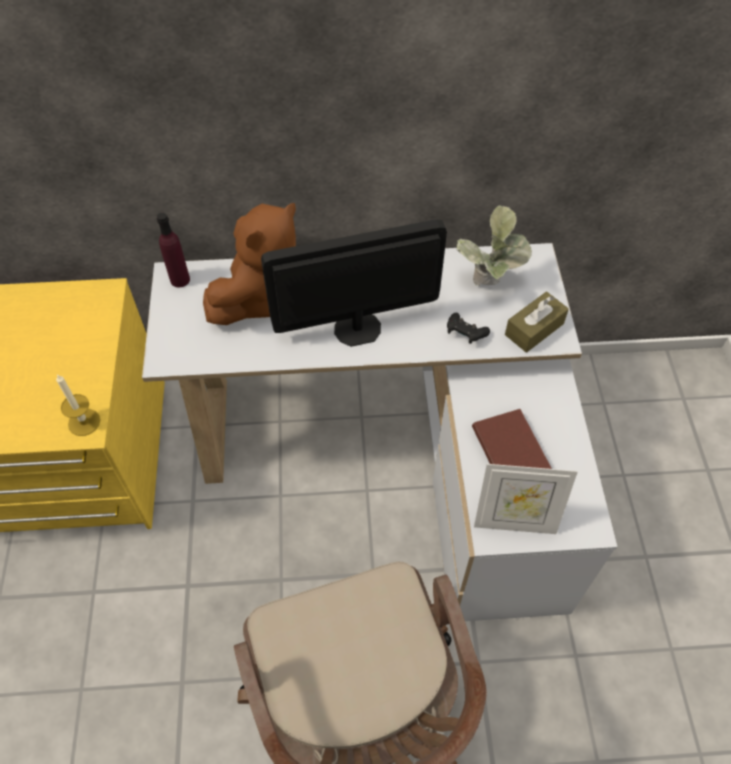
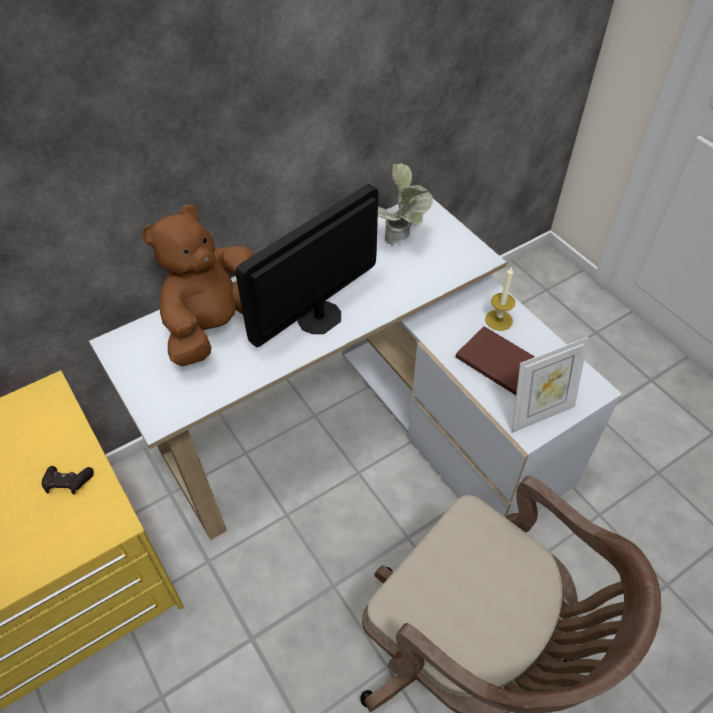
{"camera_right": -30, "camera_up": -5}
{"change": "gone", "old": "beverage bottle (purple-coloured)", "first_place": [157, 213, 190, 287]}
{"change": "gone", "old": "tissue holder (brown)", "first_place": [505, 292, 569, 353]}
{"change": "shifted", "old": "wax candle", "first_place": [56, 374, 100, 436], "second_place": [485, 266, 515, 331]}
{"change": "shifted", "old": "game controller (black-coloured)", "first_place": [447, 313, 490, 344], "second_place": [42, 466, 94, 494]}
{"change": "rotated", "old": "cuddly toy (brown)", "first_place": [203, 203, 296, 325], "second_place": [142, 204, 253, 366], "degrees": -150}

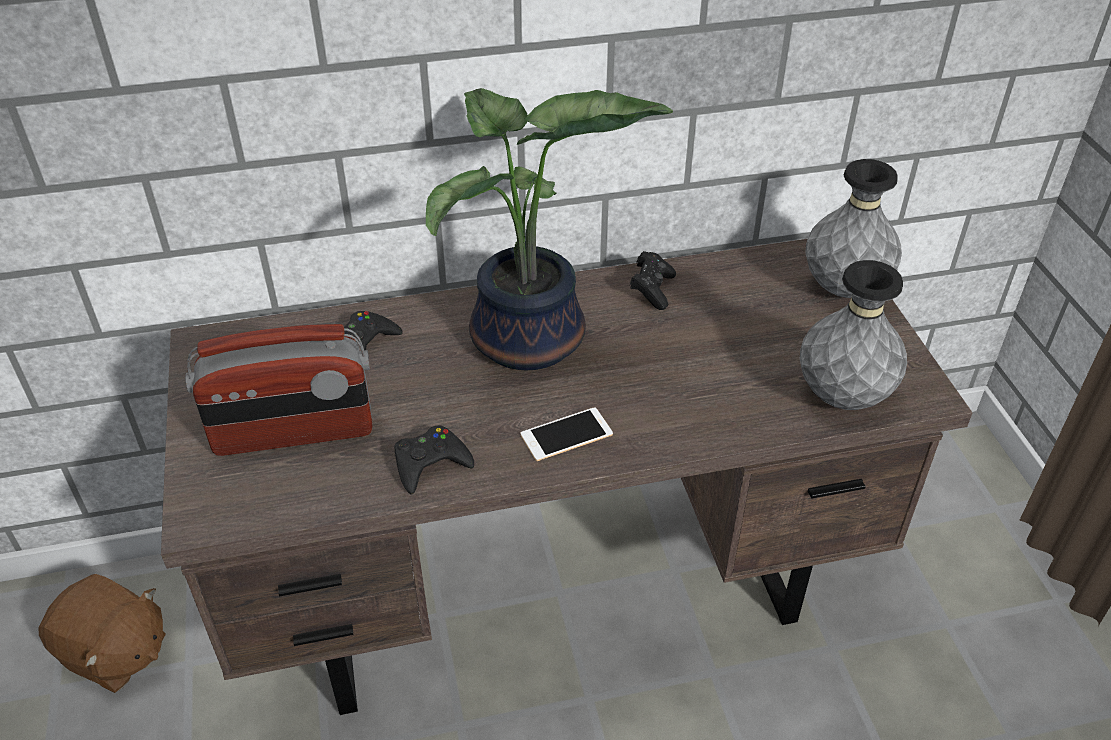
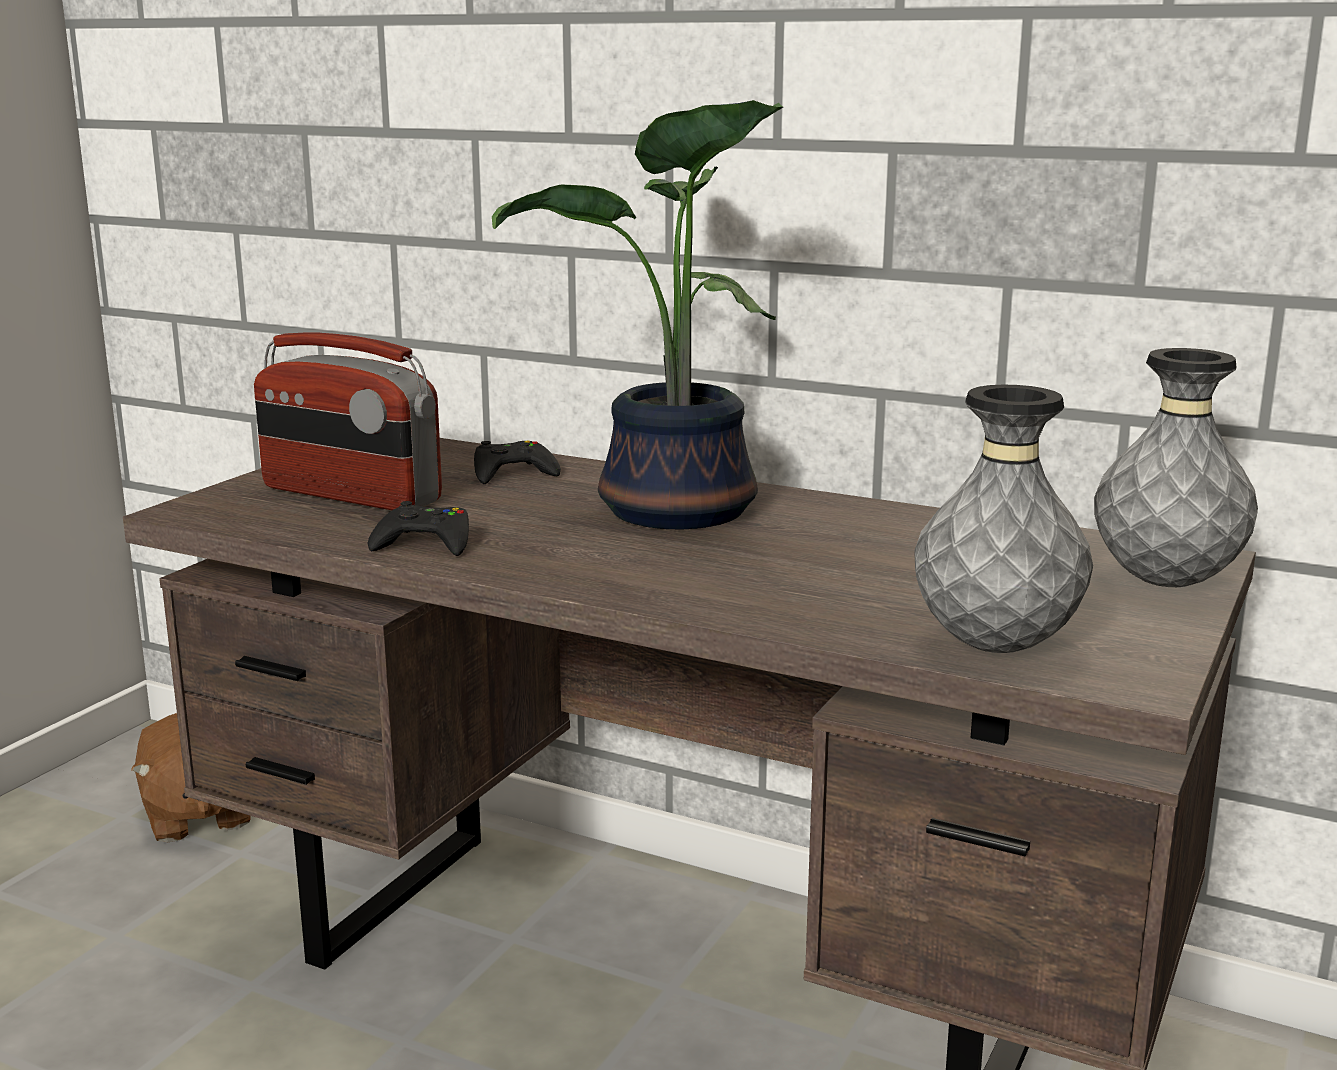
{"camera_right": 40, "camera_up": -25}
{"change": "gone", "old": "handset", "first_place": [521, 407, 613, 461]}
{"change": "gone", "old": "game controller (black-coloured)", "first_place": [630, 251, 676, 310]}

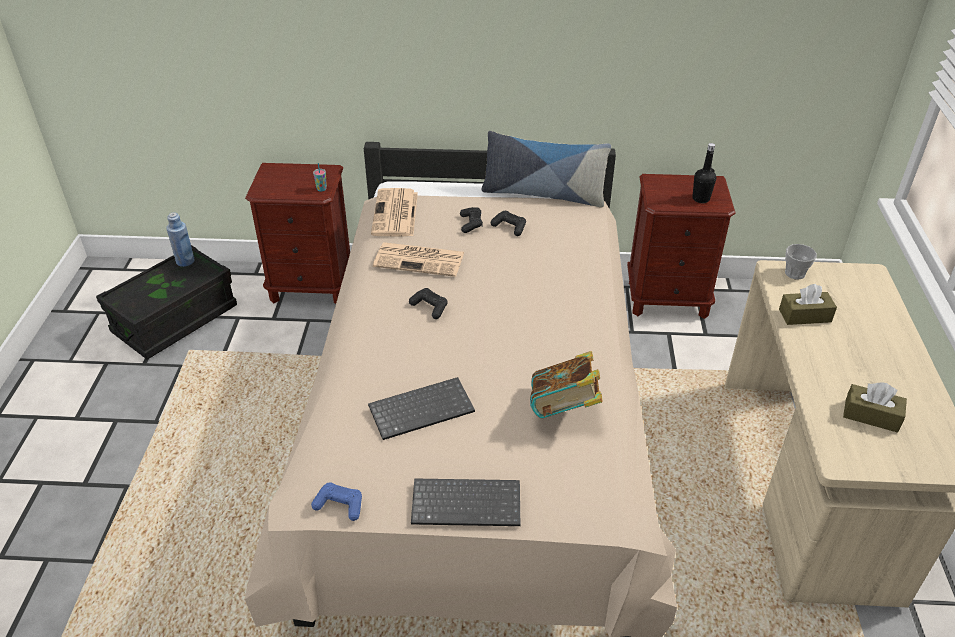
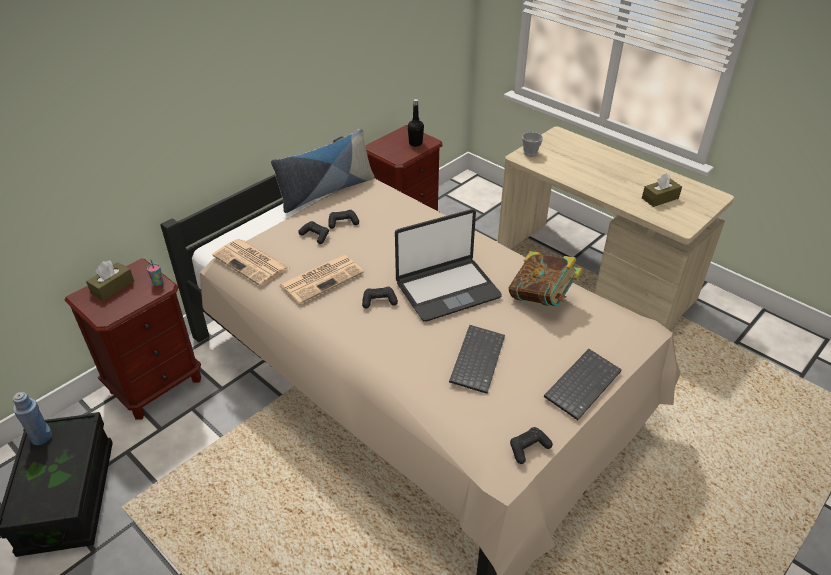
{"camera_right": -50, "camera_up": 0}
{"change": "new", "new": "portable computer", "second_place": [395, 209, 502, 322]}
{"change": "shifted", "old": "tissue holder (brown)", "first_place": [779, 284, 837, 325], "second_place": [86, 261, 134, 301]}
{"change": "repainted", "old": "game controller (blue)", "new": "game controller (black-coloured)", "first_place": [311, 482, 362, 521], "second_place": [510, 427, 553, 464]}

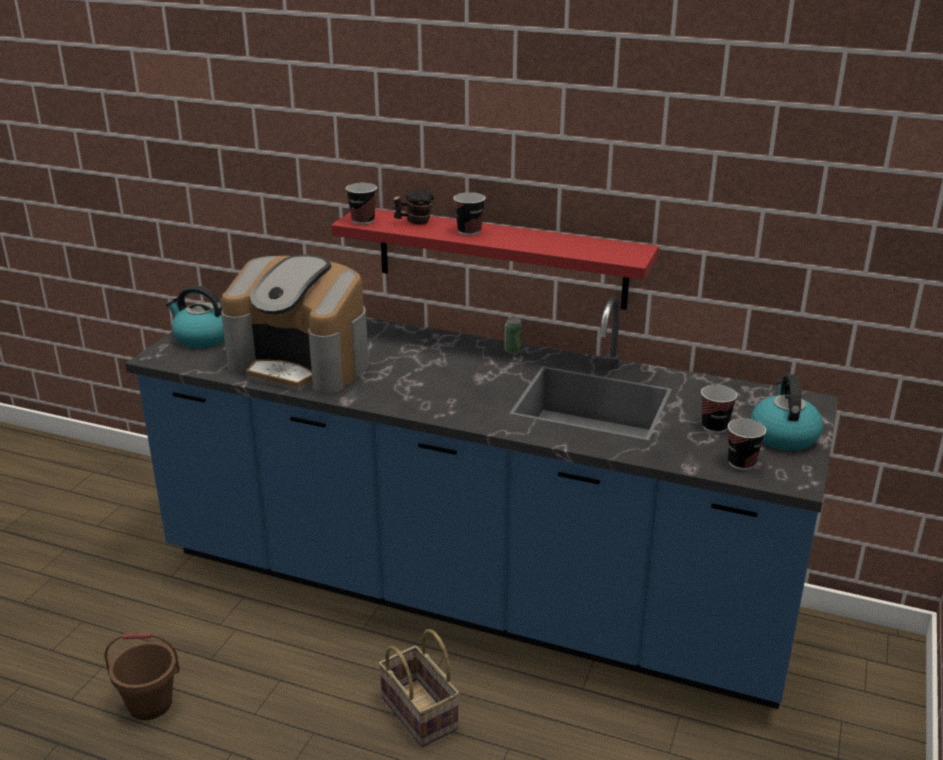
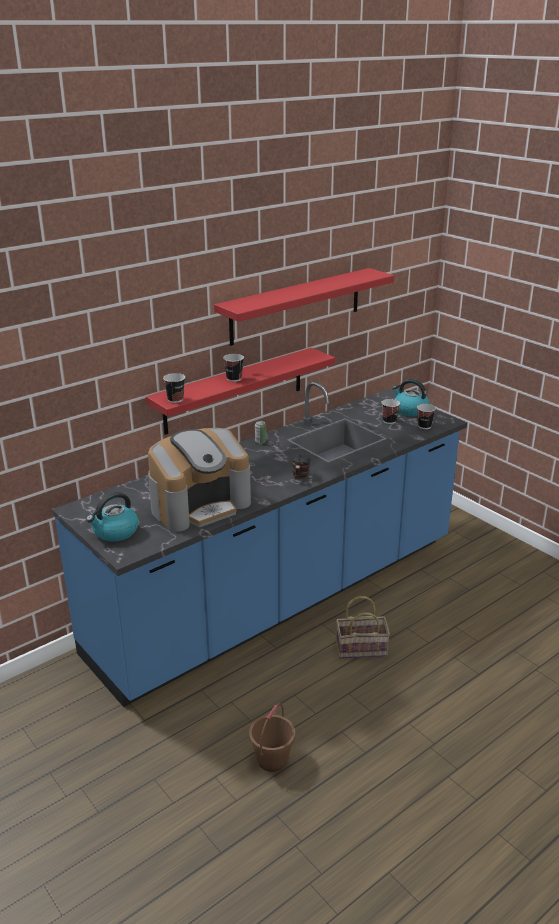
{"camera_right": -60, "camera_up": 0}
{"change": "new", "new": "shelf (red-coloured)", "second_place": [214, 268, 394, 346]}
{"change": "shifted", "old": "mug", "first_place": [393, 188, 434, 225], "second_place": [292, 454, 311, 480]}

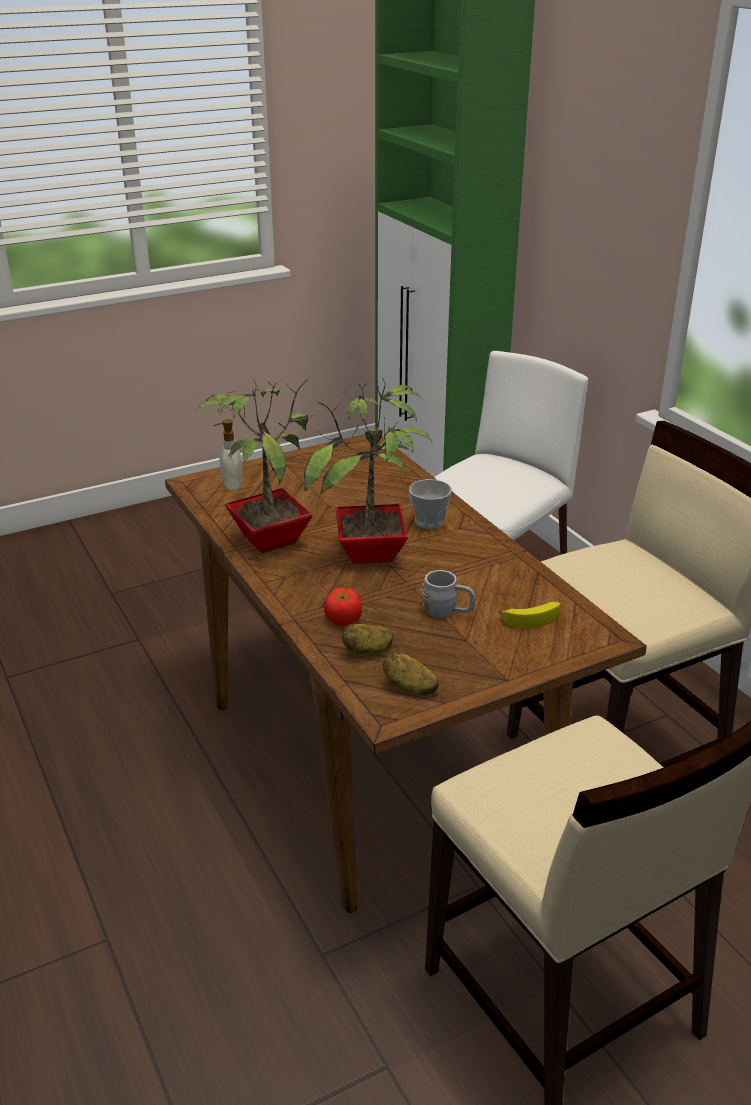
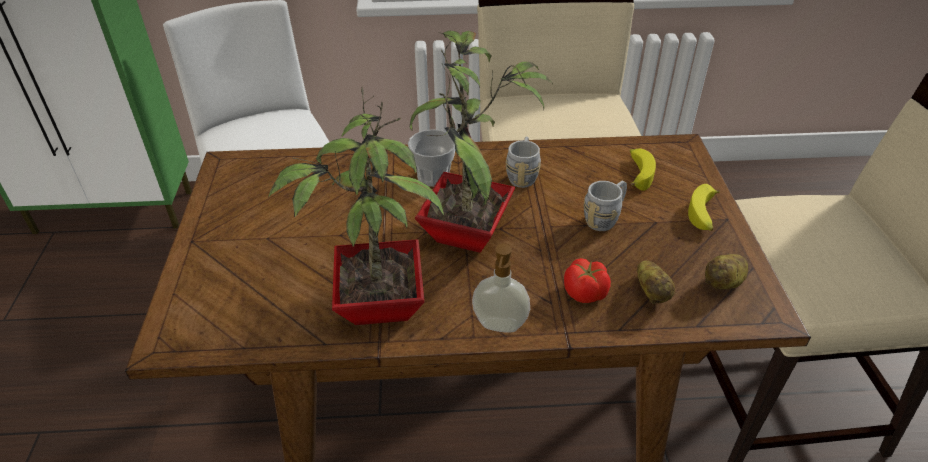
{"camera_right": -65, "camera_up": 10}
{"change": "new", "new": "mug (gray)", "second_place": [506, 137, 541, 188]}
{"change": "new", "new": "whole banana", "second_place": [688, 184, 720, 231]}
{"change": "shifted", "old": "soap dispenser", "first_place": [214, 419, 243, 490], "second_place": [472, 244, 530, 333]}

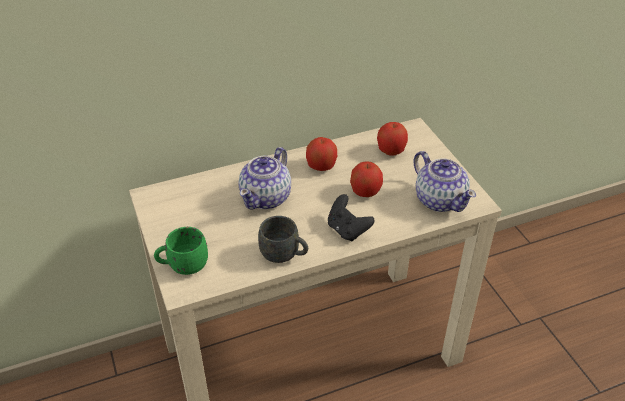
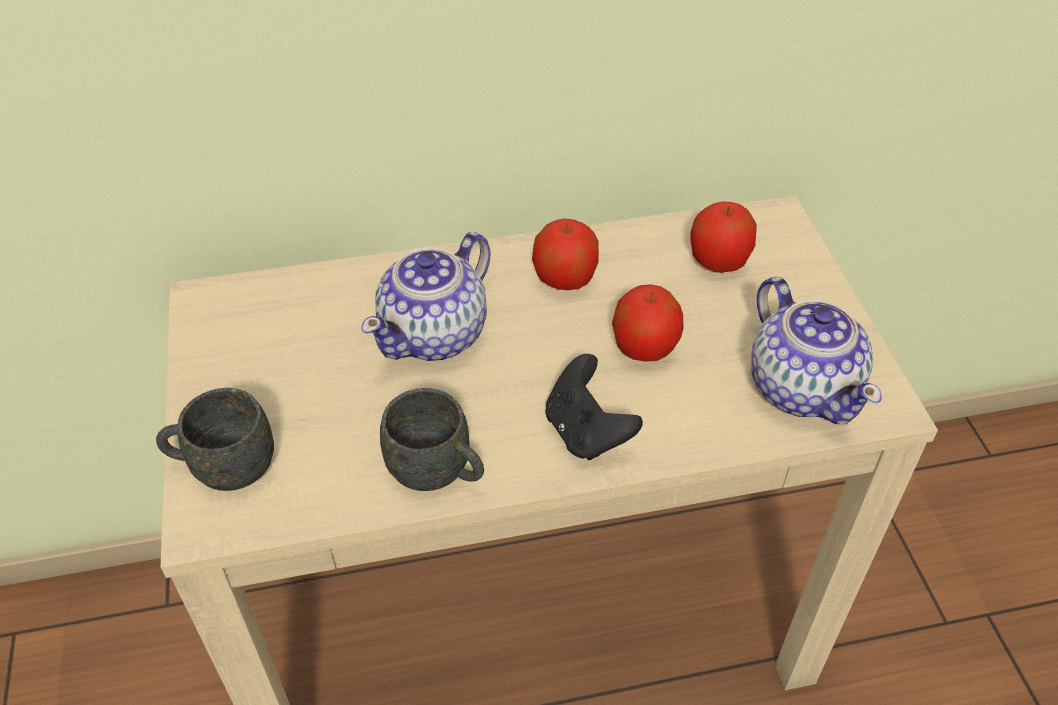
{"camera_right": 10, "camera_up": 5}
{"change": "repainted", "old": "mug (green-coloured)", "new": "mug (gray)", "first_place": [154, 227, 208, 275], "second_place": [156, 388, 274, 491]}

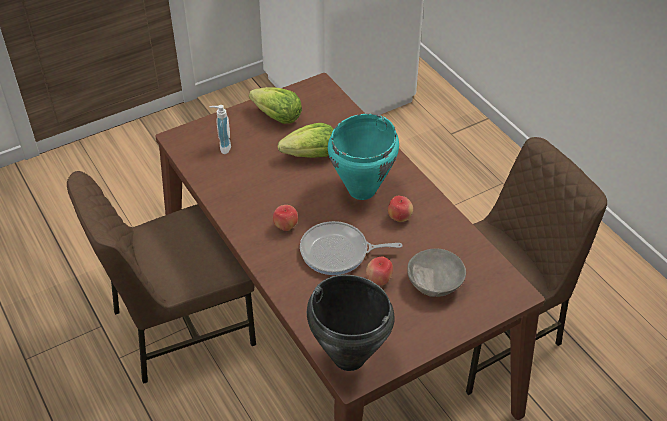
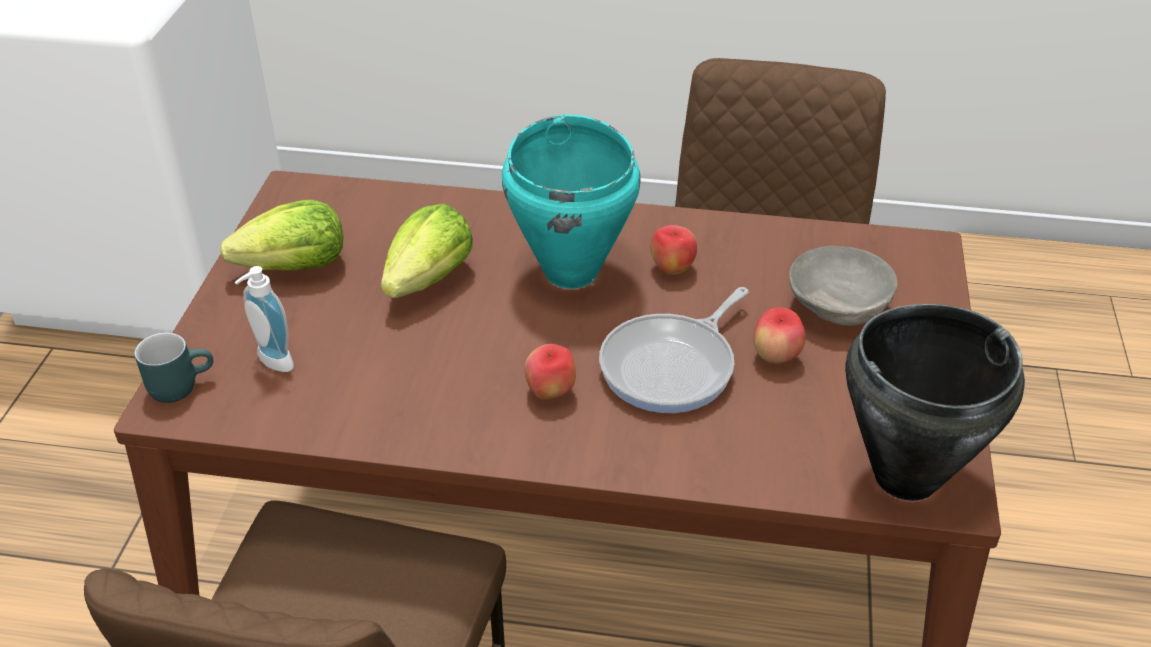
{"camera_right": -50, "camera_up": -5}
{"change": "new", "new": "mug (blue-green)", "second_place": [134, 332, 213, 403]}

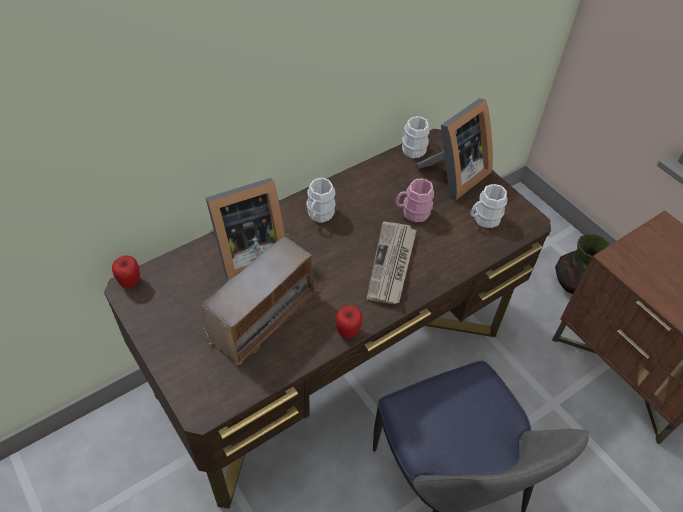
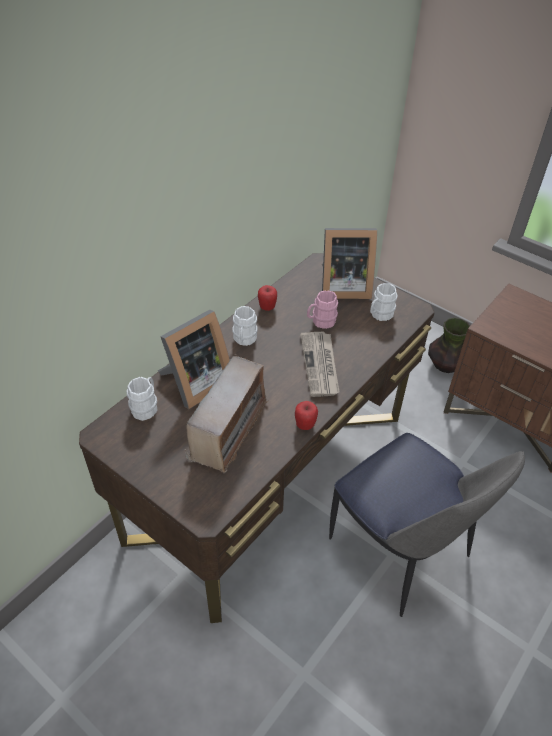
{"camera_right": -15, "camera_up": -5}
{"change": "shifted", "old": "apple fruit", "first_place": [112, 255, 140, 288], "second_place": [258, 285, 277, 311]}
{"change": "shifted", "old": "mug (white)", "first_place": [402, 116, 430, 158], "second_place": [127, 377, 157, 421]}
{"change": "rotated", "old": "picture frame", "first_place": [416, 98, 493, 200], "second_place": [322, 228, 377, 299], "degrees": 60}

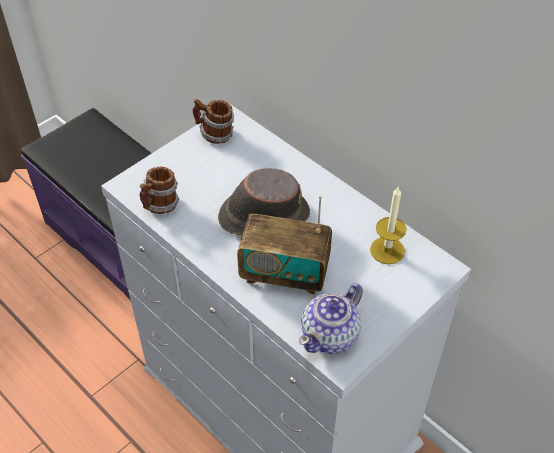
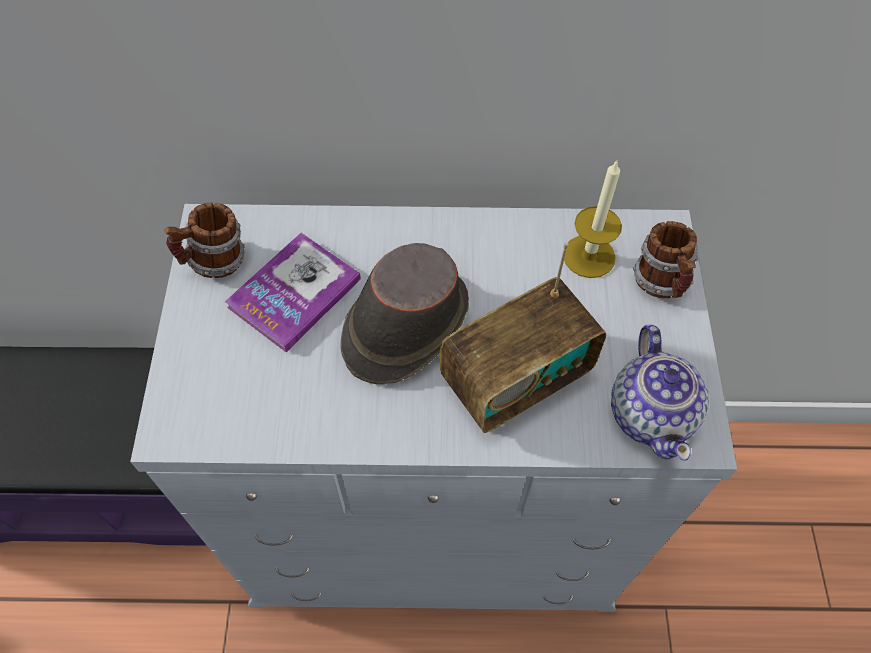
{"camera_right": -45, "camera_up": 10}
{"change": "new", "new": "book", "second_place": [225, 233, 361, 352]}
{"change": "shifted", "old": "mug", "first_place": [139, 167, 179, 214], "second_place": [633, 221, 698, 298]}

